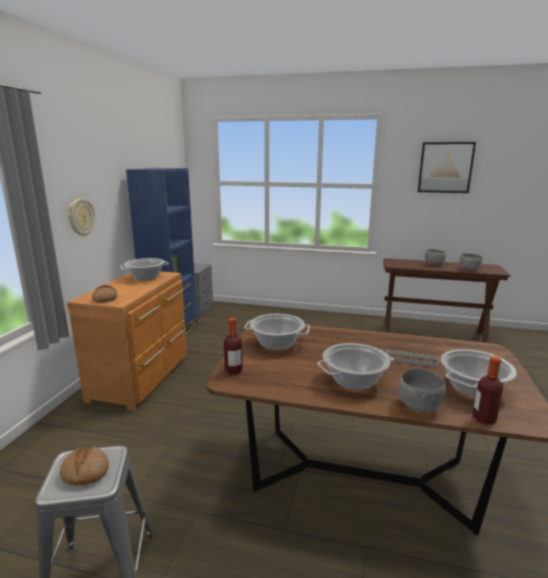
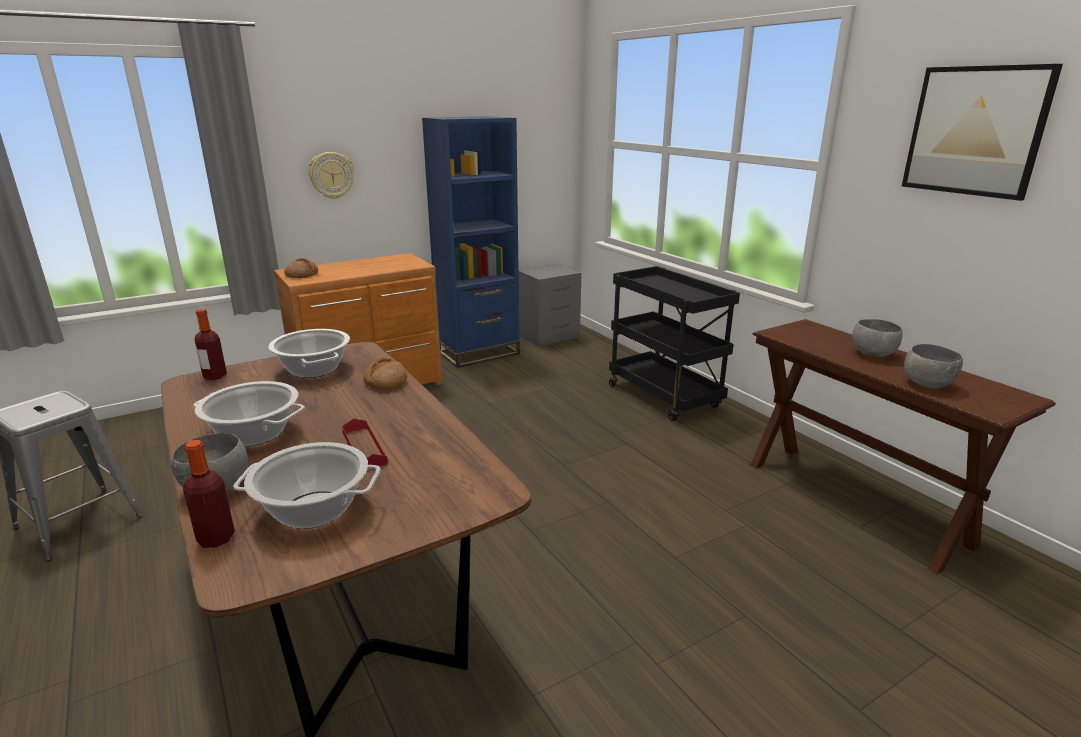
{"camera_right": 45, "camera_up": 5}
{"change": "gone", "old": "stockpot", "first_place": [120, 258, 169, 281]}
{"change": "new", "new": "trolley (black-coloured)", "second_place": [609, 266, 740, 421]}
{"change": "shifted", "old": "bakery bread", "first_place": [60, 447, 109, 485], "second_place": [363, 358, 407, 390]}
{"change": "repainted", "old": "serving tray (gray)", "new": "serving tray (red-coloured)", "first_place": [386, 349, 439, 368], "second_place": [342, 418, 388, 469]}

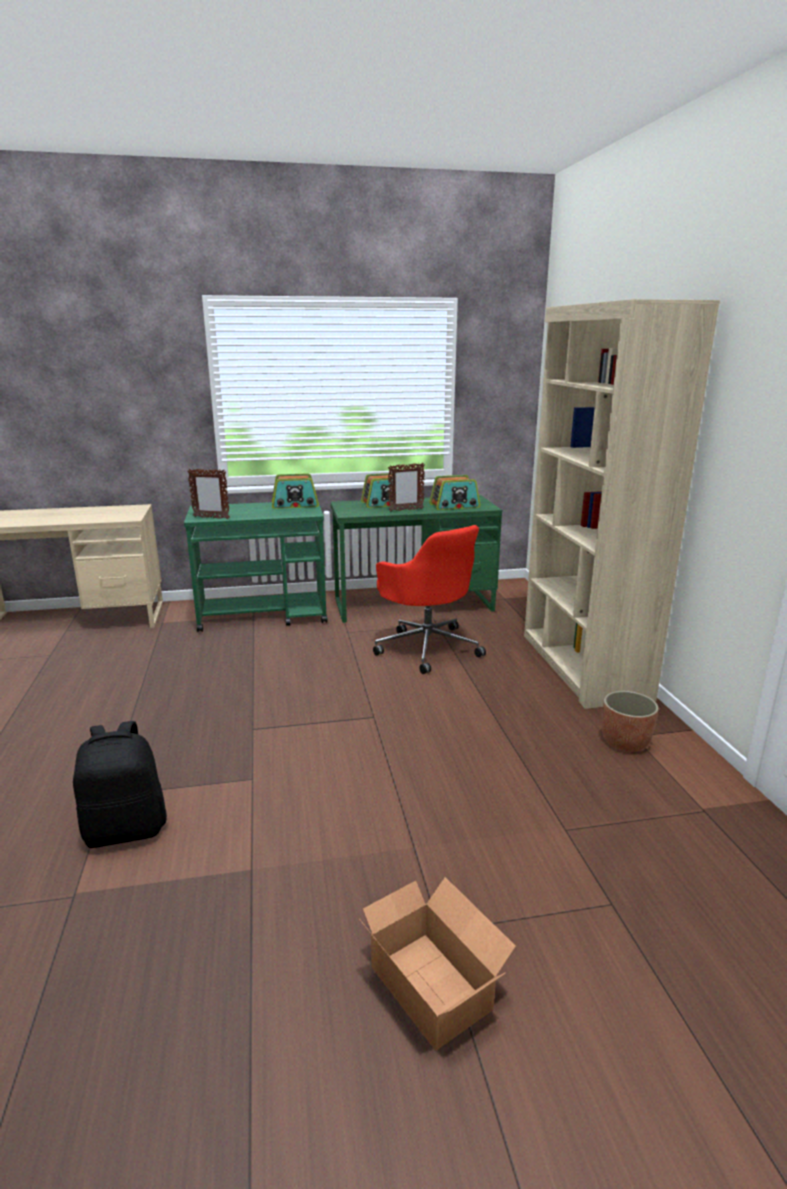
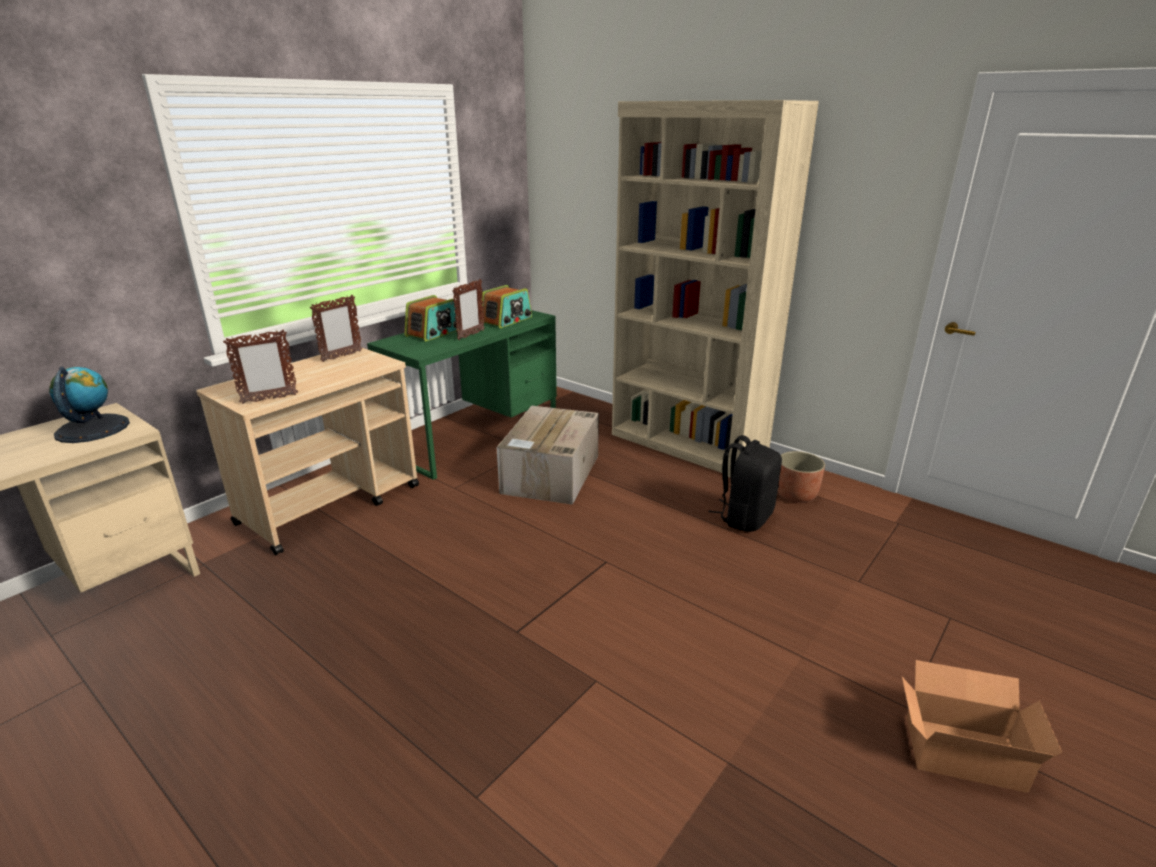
{"camera_right": -40, "camera_up": 5}
{"change": "new", "new": "globe", "second_place": [49, 367, 130, 443]}
{"change": "shifted", "old": "knapsack (black-coloured)", "first_place": [73, 721, 167, 848], "second_place": [708, 435, 782, 532]}
{"change": "swapped", "old": "radio", "new": "picture frame", "first_place": [272, 473, 319, 509], "second_place": [310, 295, 362, 362]}
{"change": "swapped", "old": "computer chair (red-coloured)", "new": "carton", "first_place": [373, 525, 486, 674], "second_place": [497, 406, 599, 505]}
{"change": "repainted", "old": "trolley (green-coloured)", "new": "trolley (sand-coloured)", "first_place": [184, 502, 327, 632], "second_place": [196, 347, 419, 555]}

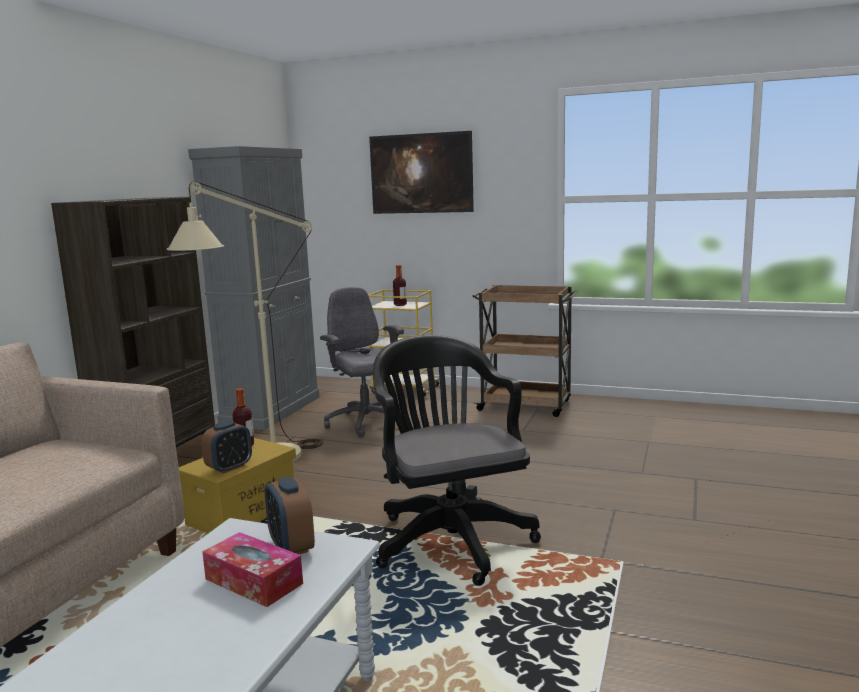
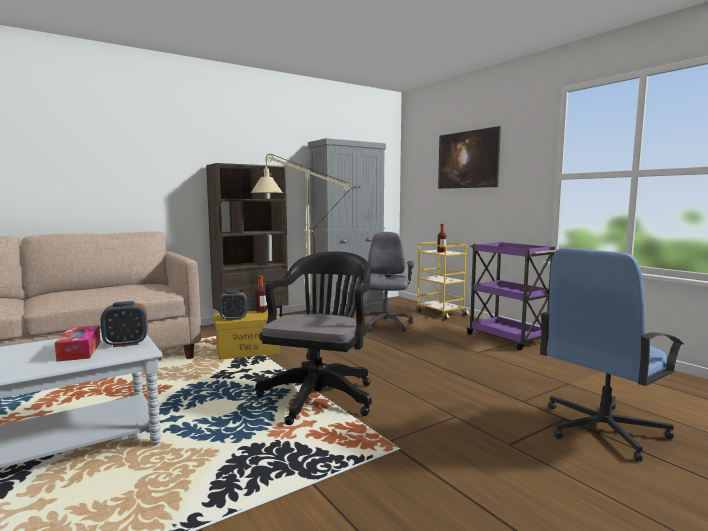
{"camera_right": 35, "camera_up": -5}
{"change": "new", "new": "computer chair (blue)", "second_place": [540, 248, 684, 462]}
{"change": "repainted", "old": "trolley (brown)", "new": "trolley (purple-coloured)", "first_place": [472, 285, 579, 417], "second_place": [467, 242, 557, 350]}
{"change": "rotated", "old": "table clock", "first_place": [265, 476, 315, 554], "second_place": [101, 301, 148, 347], "degrees": -120}

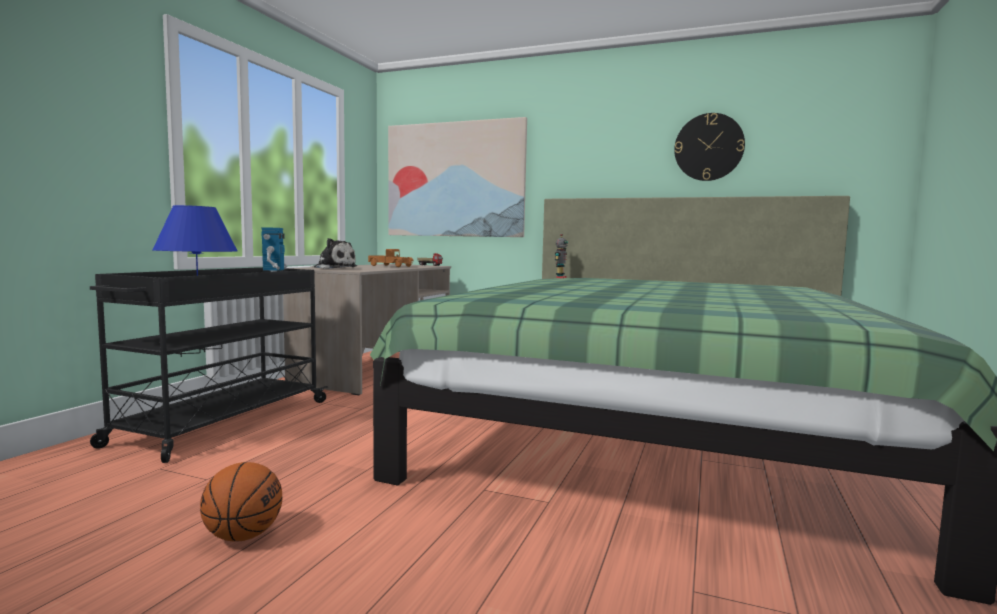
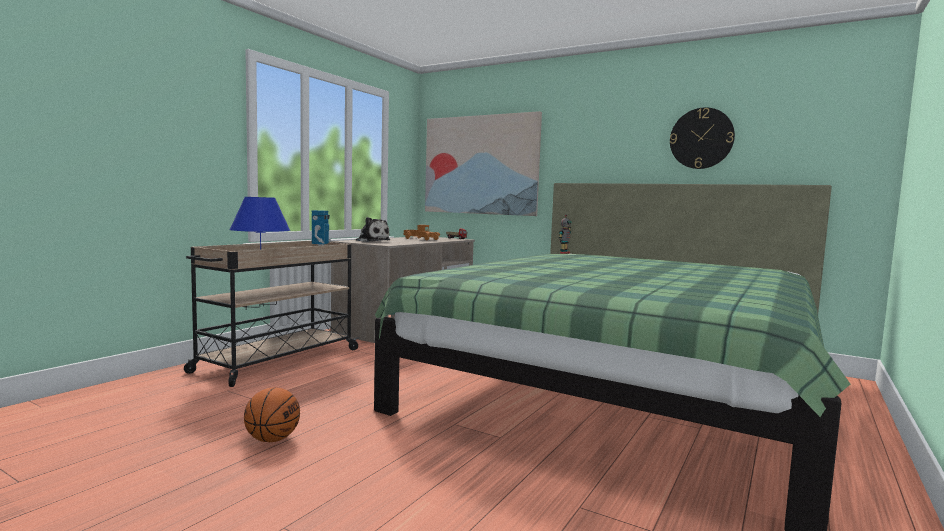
{"camera_right": 10, "camera_up": 0}
{"change": "repainted", "old": "trolley (black-coloured)", "new": "trolley (sand-coloured)", "first_place": [90, 267, 328, 463], "second_place": [184, 241, 360, 387]}

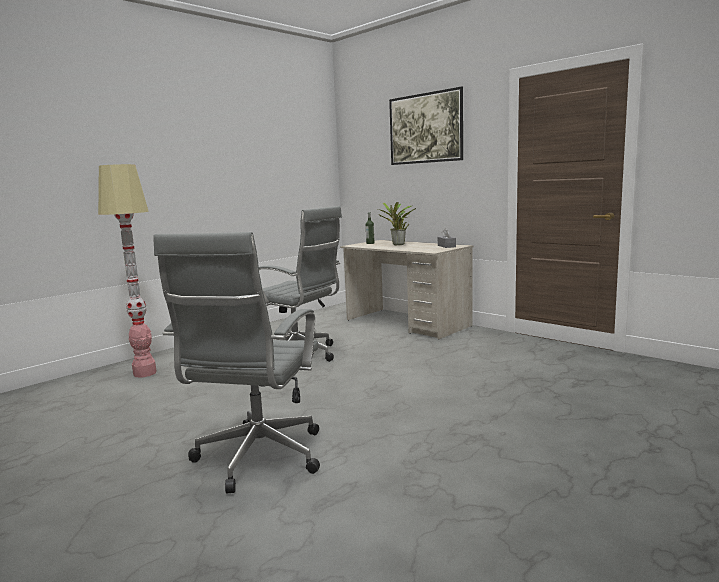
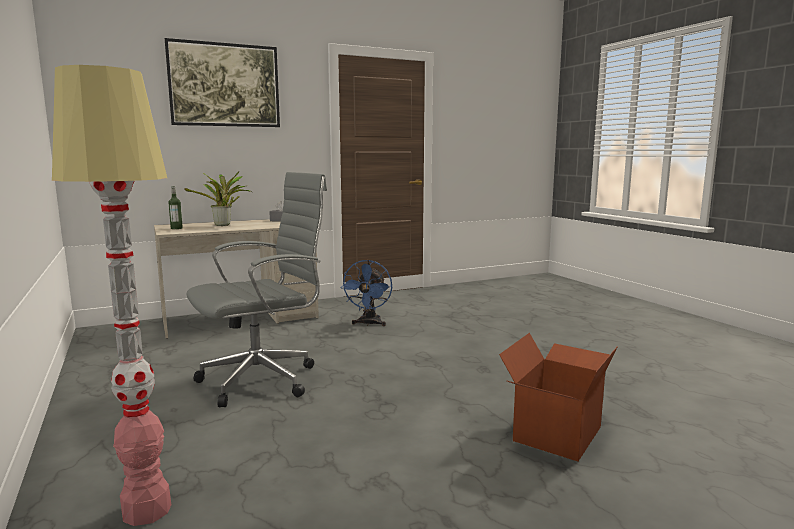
{"camera_right": -70, "camera_up": 0}
{"change": "new", "new": "fan (blue)", "second_place": [341, 260, 392, 326]}
{"change": "swapped", "old": "computer chair (gray)", "new": "carton", "first_place": [153, 232, 320, 494], "second_place": [499, 333, 618, 461]}

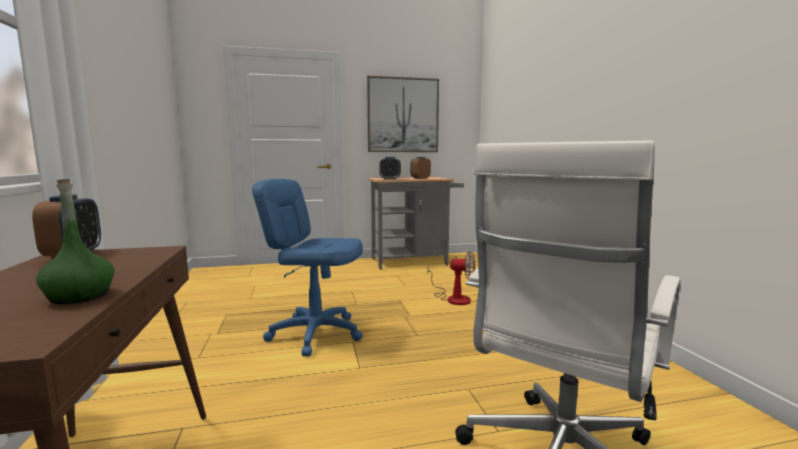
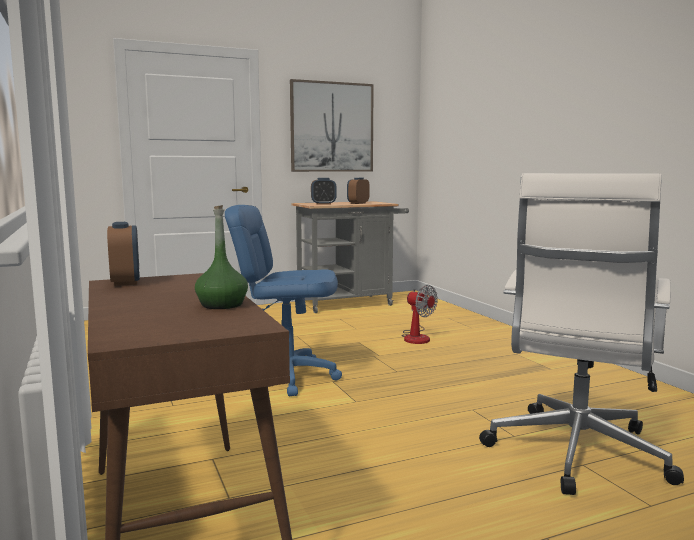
{"camera_right": -10, "camera_up": 0}
{"change": "rotated", "old": "fan", "first_place": [428, 251, 475, 305], "second_place": [401, 285, 438, 344], "degrees": 45}

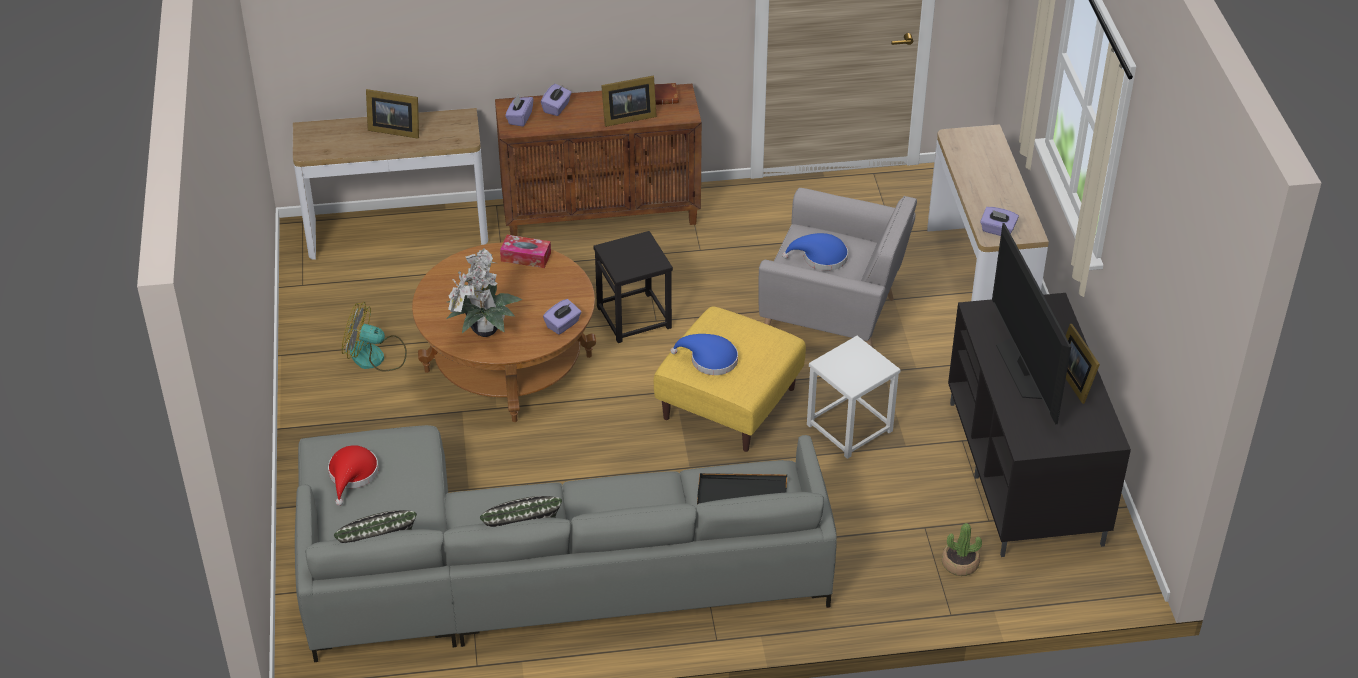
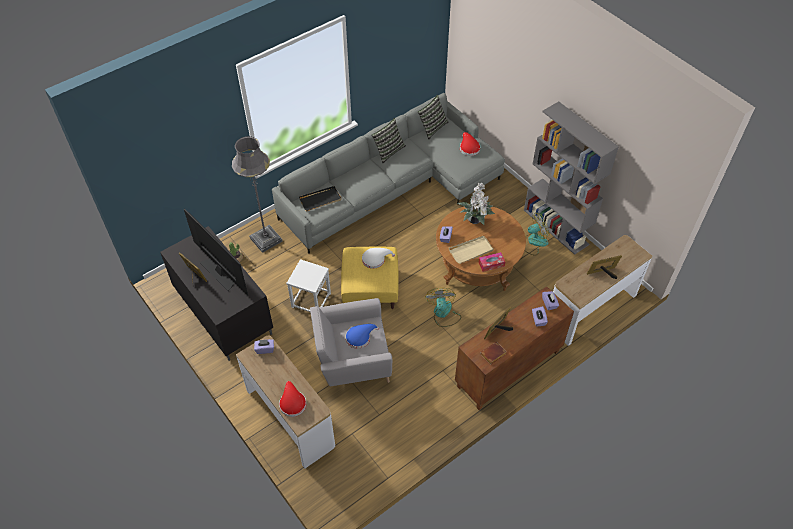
{"camera_right": 150, "camera_up": 10}
{"change": "new", "new": "floor lamp (gray)", "second_place": [232, 136, 282, 253]}
{"change": "new", "new": "clothing hat (red-coloured)", "second_place": [279, 381, 306, 417]}
{"change": "new", "new": "serving tray (sand-coloured)", "second_place": [449, 236, 494, 264]}
{"change": "new", "new": "bookcase (gray)", "second_place": [524, 101, 619, 255]}
{"change": "swapped", "old": "sitting stool (black-coloured)", "new": "fan", "first_place": [593, 231, 673, 343], "second_place": [425, 288, 461, 327]}
{"change": "repainted", "old": "clothing hat (blue)", "new": "clothing hat (white)", "first_place": [670, 334, 738, 375], "second_place": [362, 248, 395, 269]}

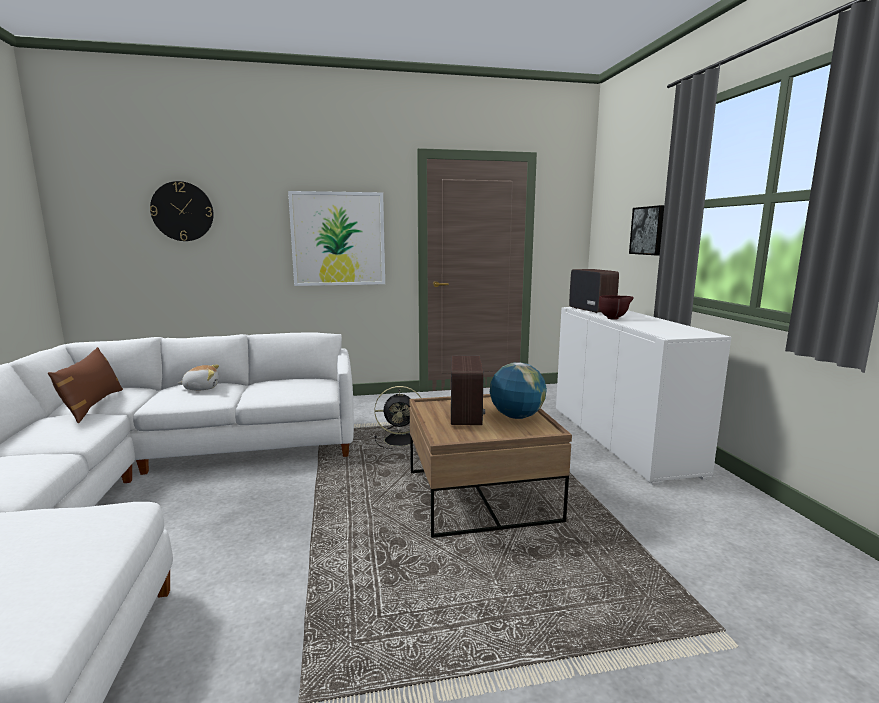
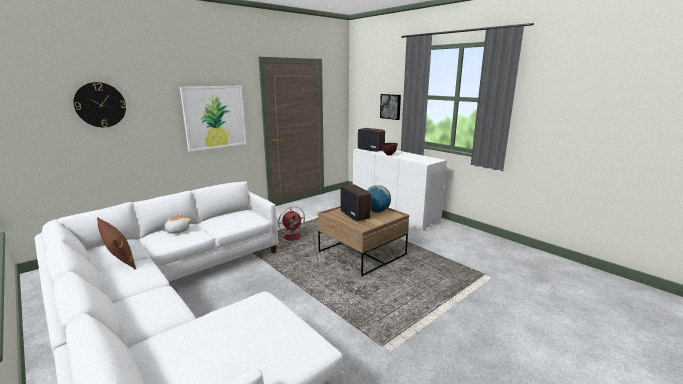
{"camera_right": -30, "camera_up": 5}
{"change": "repainted", "old": "fan (black-coloured)", "new": "fan (red-coloured)", "first_place": [374, 386, 421, 449], "second_place": [278, 206, 305, 243]}

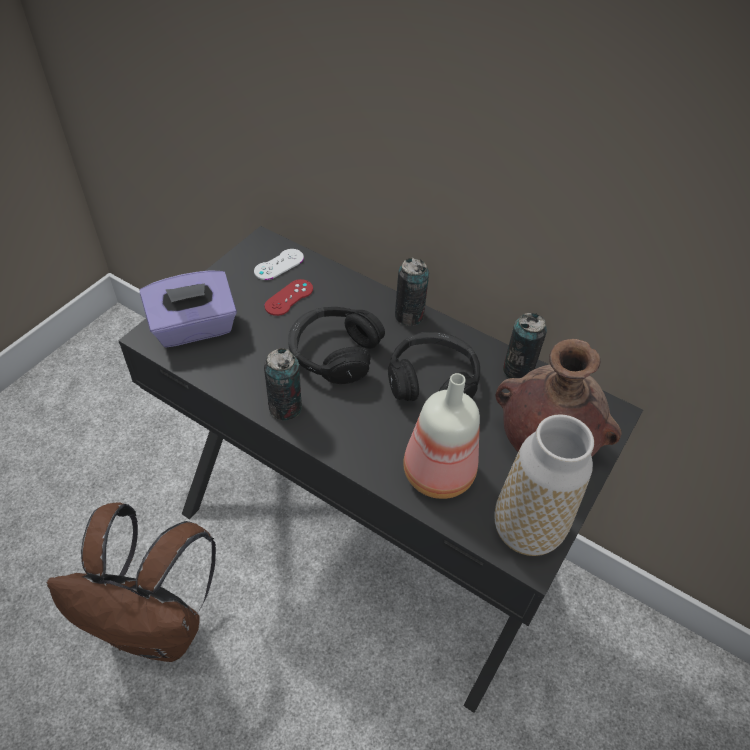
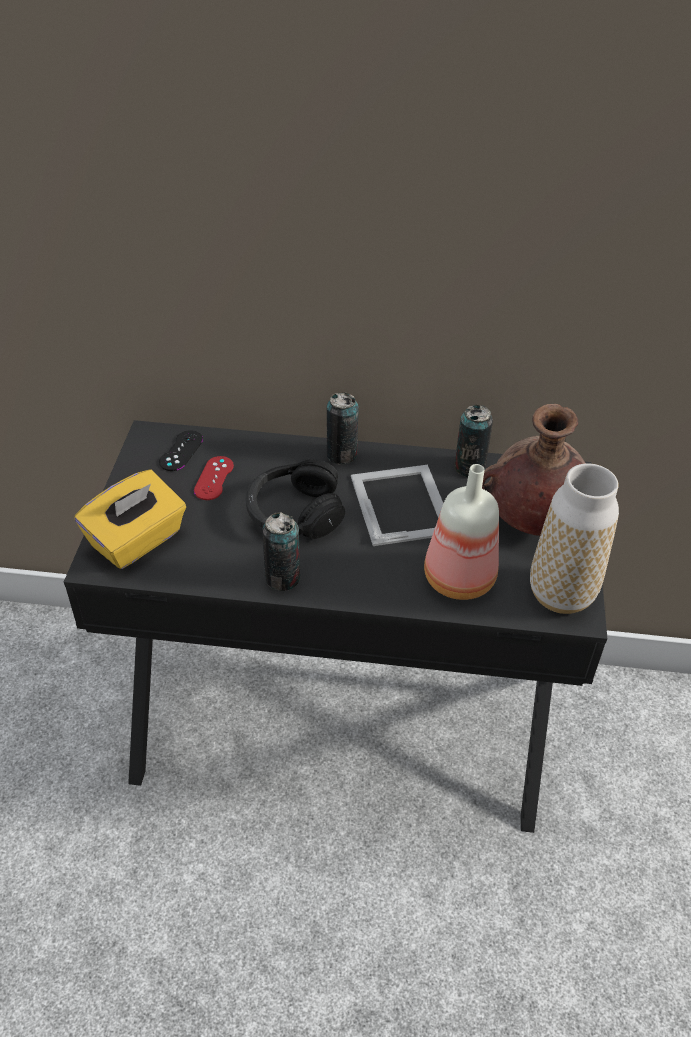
{"camera_right": -25, "camera_up": -5}
{"change": "gone", "old": "knapsack (brown)", "first_place": [47, 502, 216, 662]}
{"change": "swapped", "old": "headphones (black-coloured)", "new": "picture frame", "first_place": [388, 332, 480, 401], "second_place": [351, 465, 443, 546]}
{"change": "repainted", "old": "tissue holder (purple-coloured)", "new": "tissue holder (yellow)", "first_place": [140, 270, 237, 348], "second_place": [75, 470, 186, 569]}
{"change": "repainted", "old": "game controller (white)", "new": "game controller (black-coloured)", "first_place": [254, 249, 304, 280], "second_place": [159, 430, 203, 471]}

